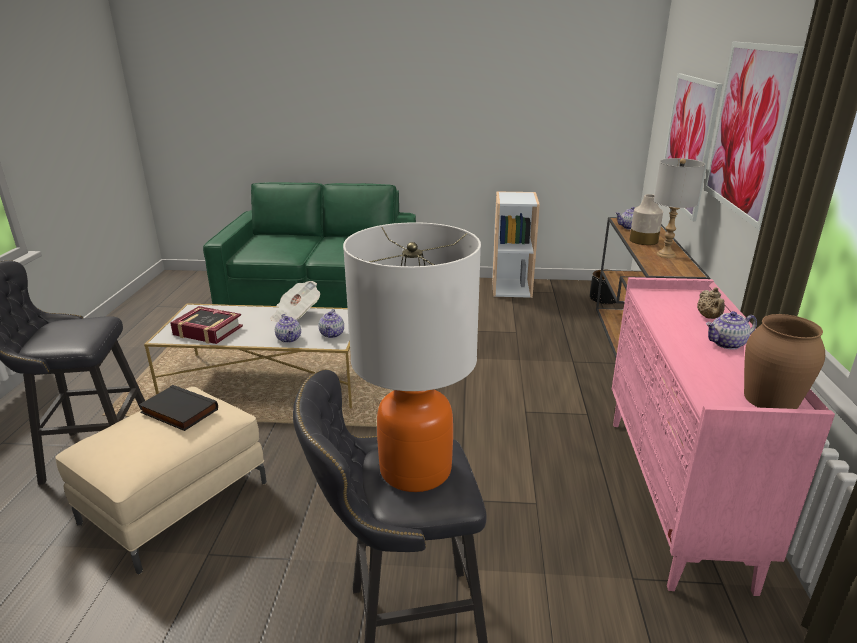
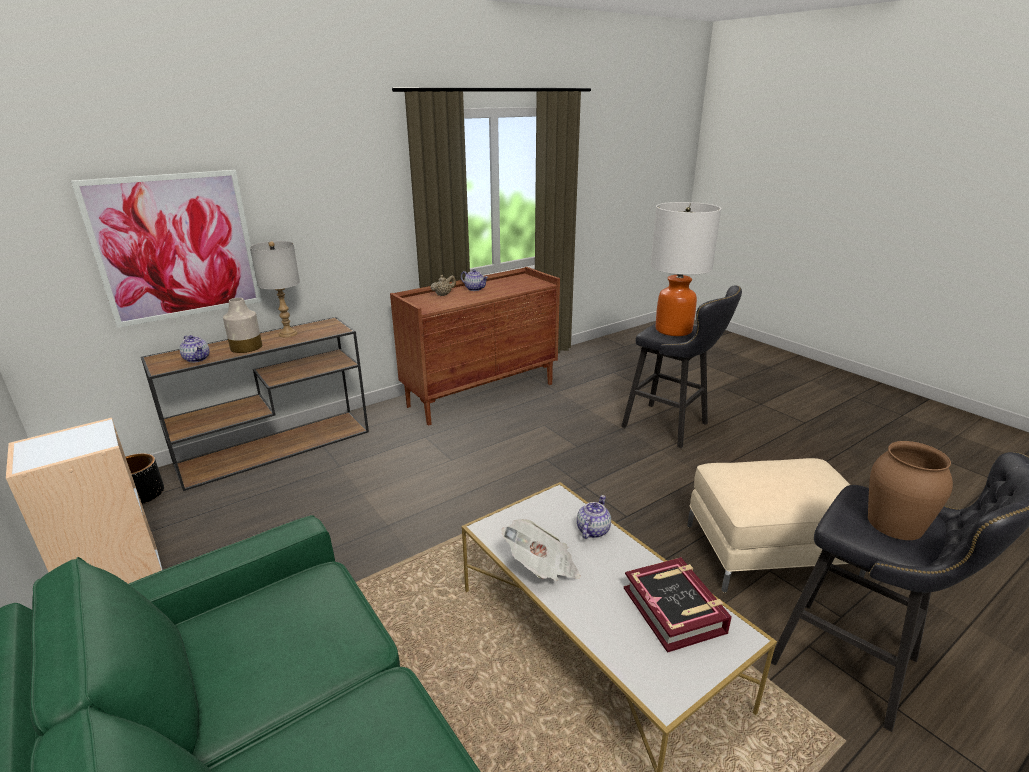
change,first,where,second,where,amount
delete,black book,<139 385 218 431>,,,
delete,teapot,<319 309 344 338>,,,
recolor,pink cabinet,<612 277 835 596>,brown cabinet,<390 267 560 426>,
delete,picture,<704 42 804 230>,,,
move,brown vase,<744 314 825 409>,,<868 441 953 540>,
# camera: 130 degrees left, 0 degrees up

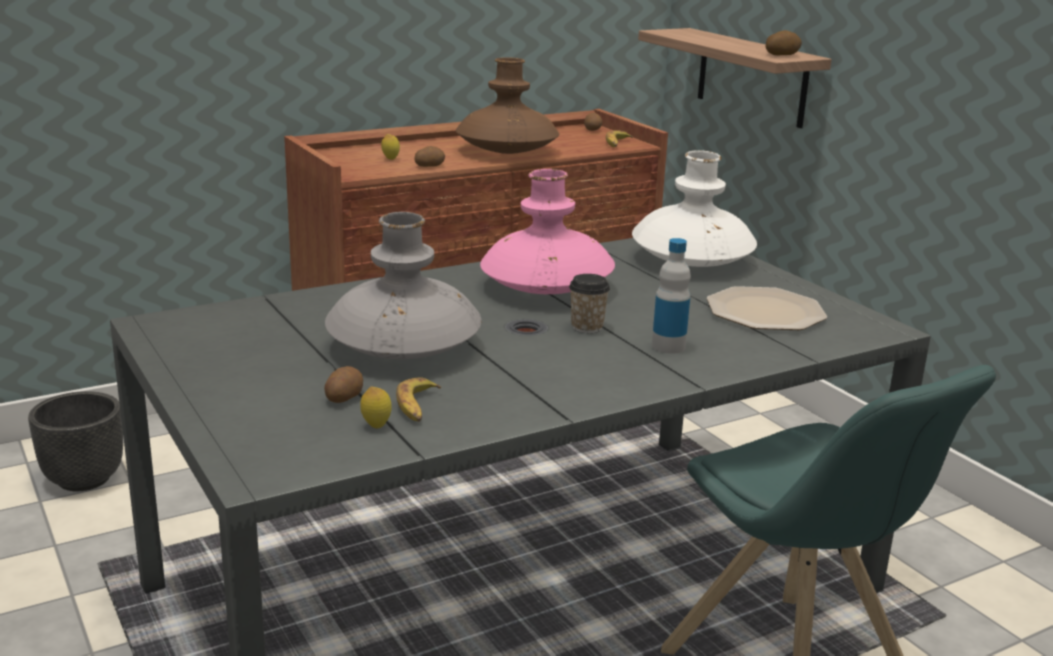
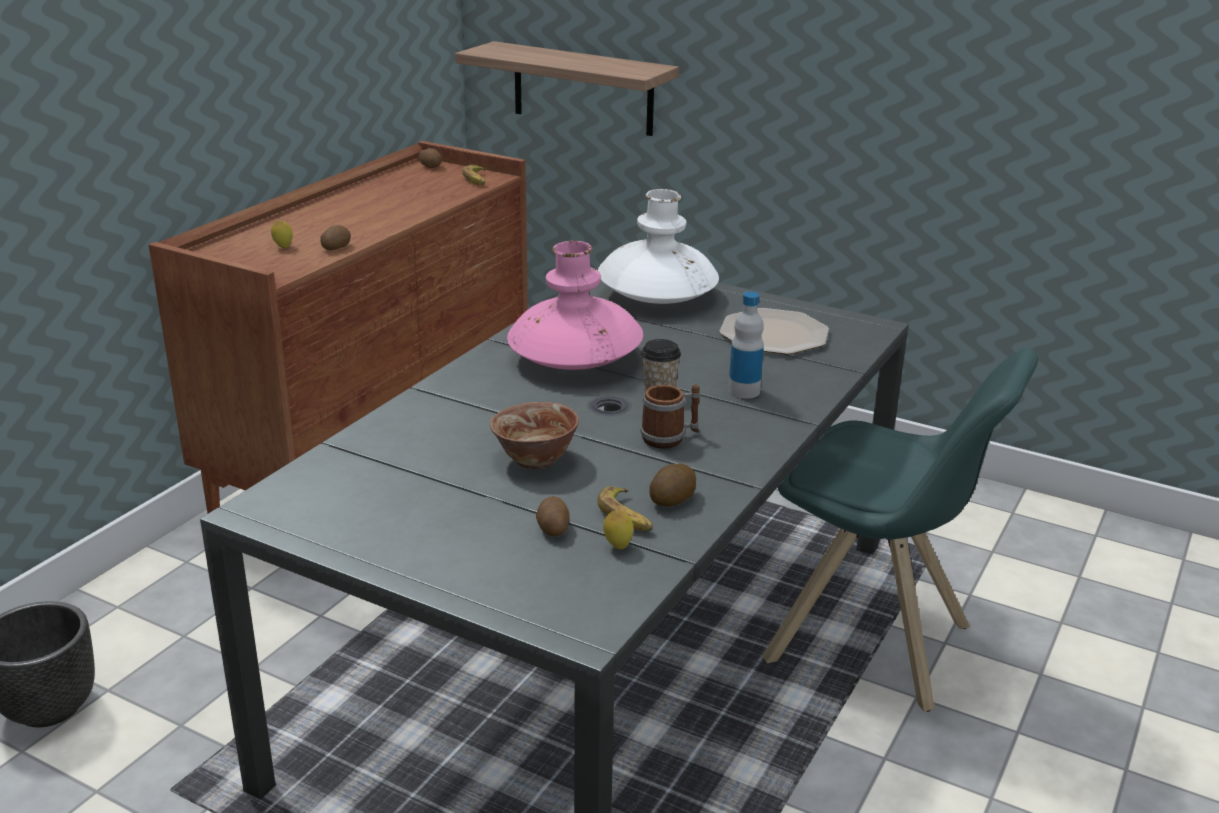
change,first,where,second,where,amount
replace,grey vase,<325 212 482 359>,bowl,<490 402 579 469>,
delete,brown vase,<456 57 559 154>,,,
move,potato,<766 30 802 55>,,<649 464 696 506>,
insert,,,mug,<640 384 700 449>,
# camera: 30 degrees left, 5 degrees up

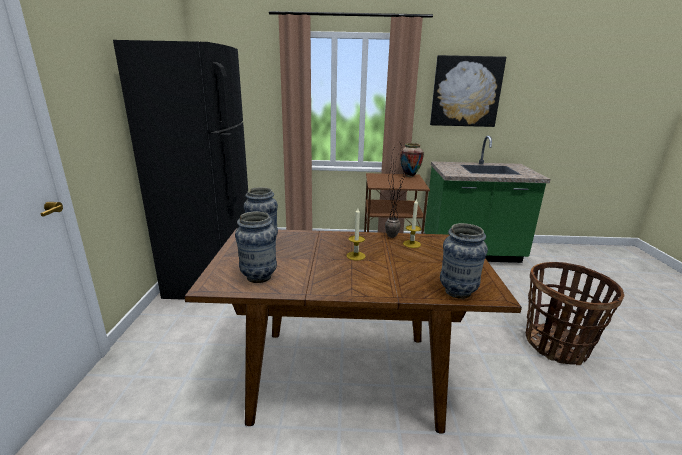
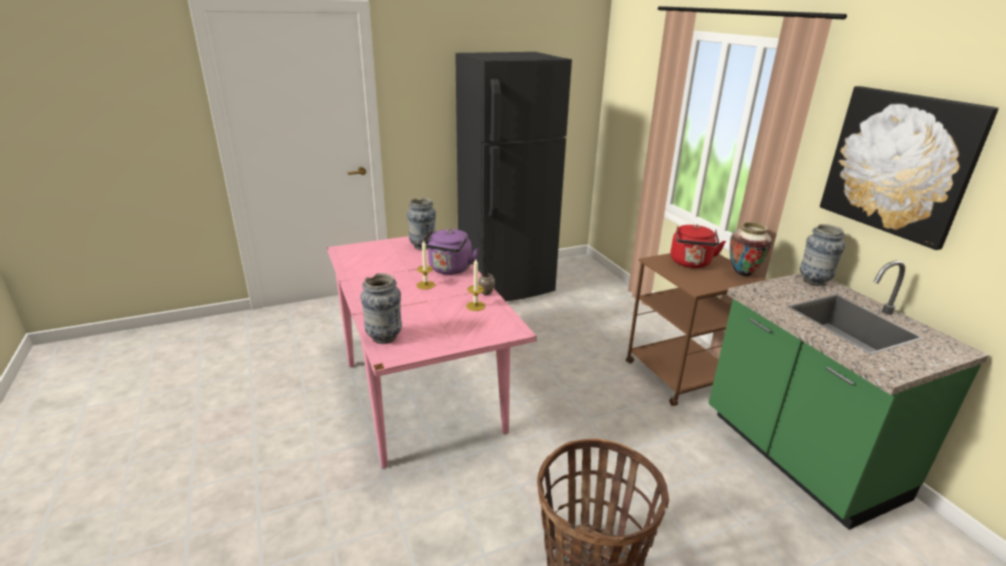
change,first,where,second,where,amount
recolor,brown dining table,<184 228 522 434>,pink dining table,<327 236 537 469>,
move,vase,<235 211 277 283>,,<800 224 845 286>,
insert,,,purple kettle,<421 229 479 275>,
insert,,,red kettle,<671 225 726 268>,
# camera: 65 degrees right, 5 degrees up

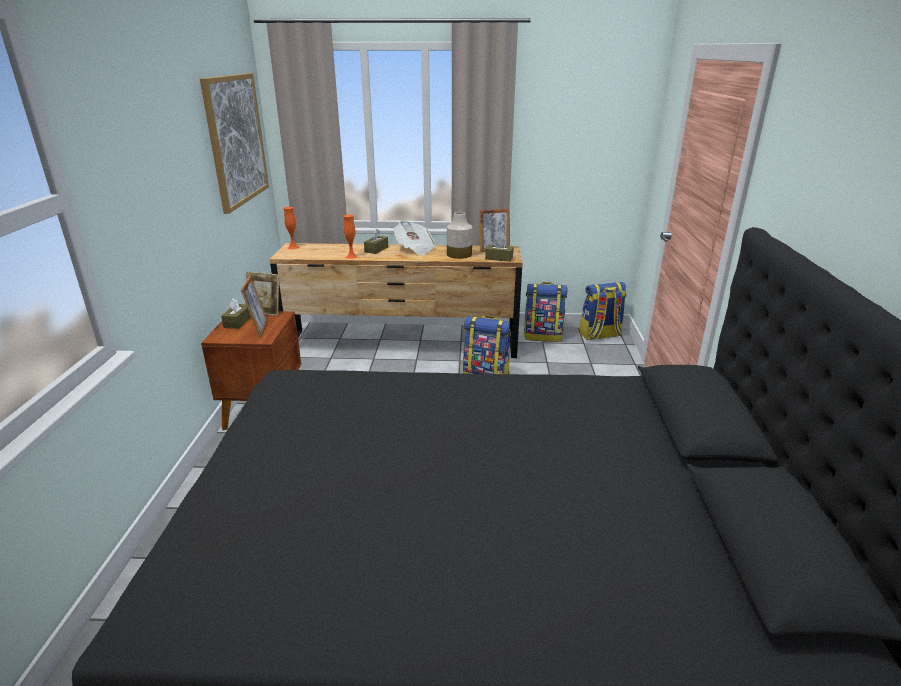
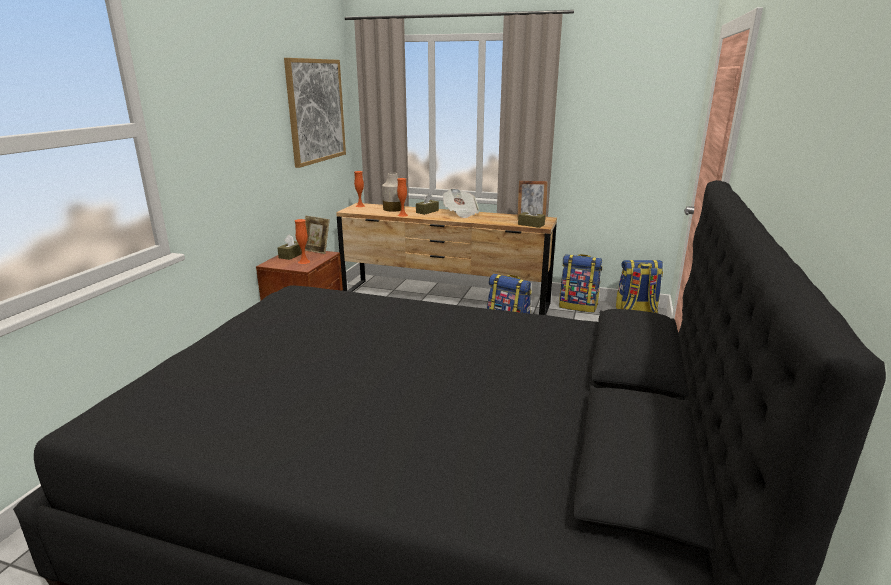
change,first,where,second,where,amount
replace,picture frame,<241 276 268 338>,orange vase,<295 219 310 264>,
move,beige vase,<447 212 472 259>,,<382 173 405 212>,
# camera: 15 degrees right, 5 degrees down

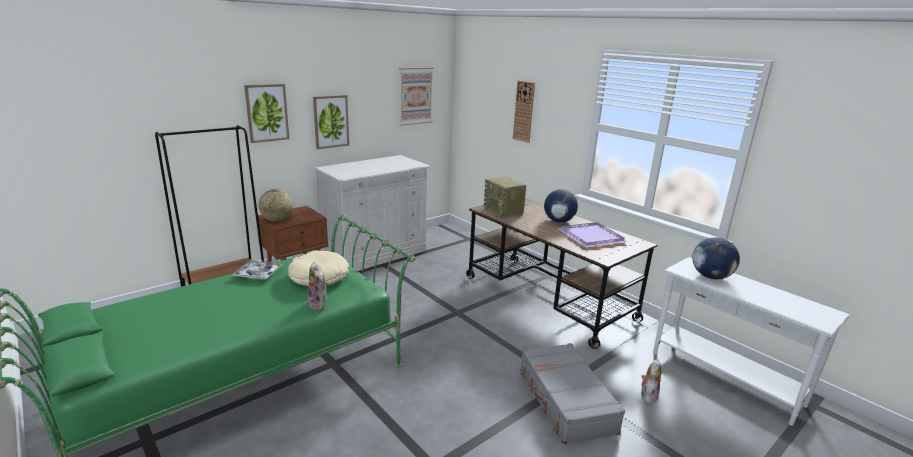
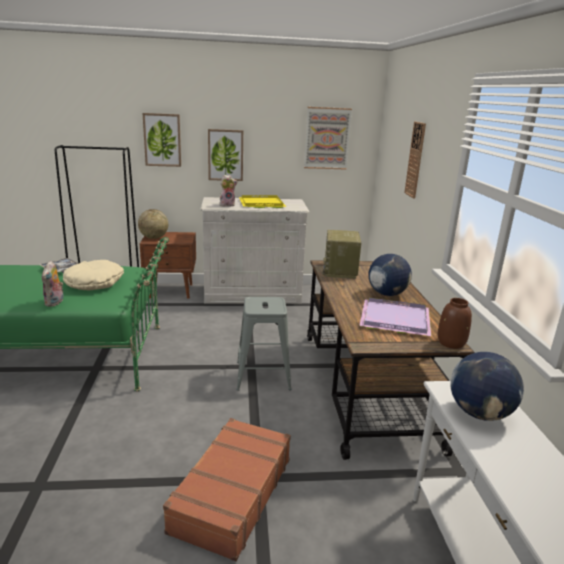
change,first,where,second,where,amount
recolor,grey suitcase,<520 343 625 444>,brown suitcase,<163 418 291 561>,
move,plush toy,<641 359 661 403>,,<220 175 237 207>,
insert,,,grey stool,<236 297 291 391>,
insert,,,yellow tray,<239 195 286 208>,
insert,,,brown vase,<438 298 472 349>,
# camera: 35 degrees right, 0 degrees up

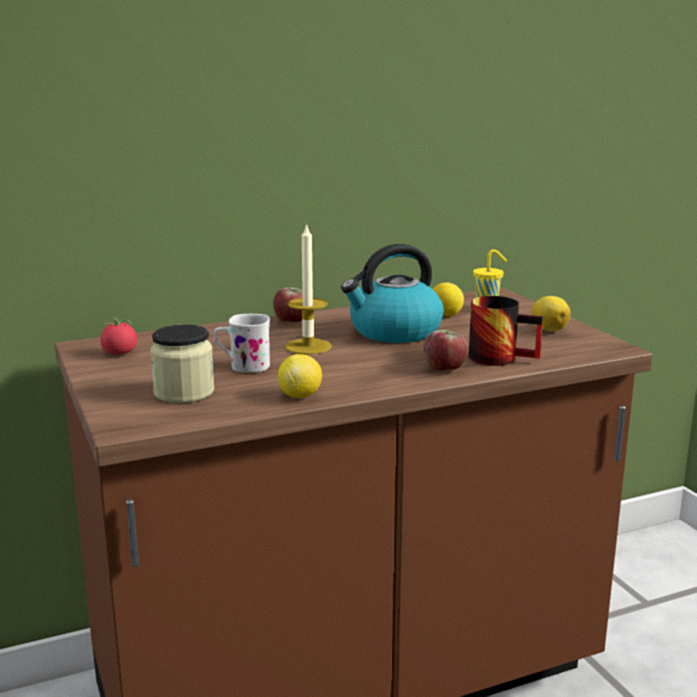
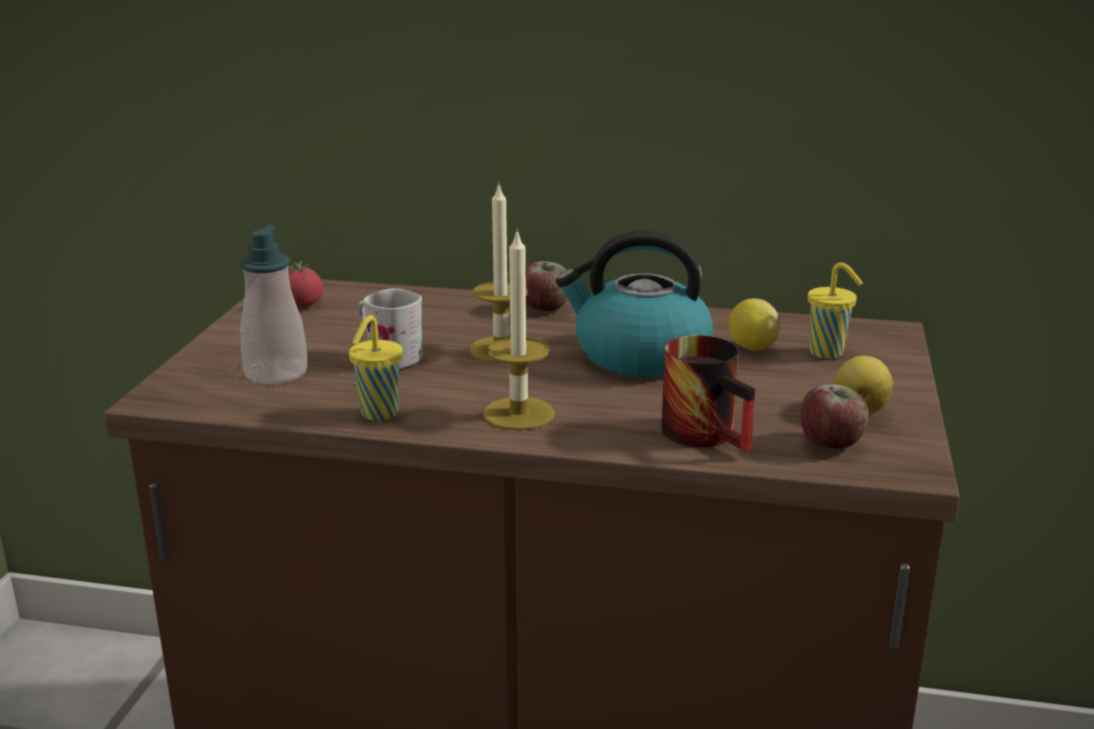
change,first,where,second,where,amount
replace,jar,<150 324 214 403>,soap dispenser,<240 225 308 385>,
replace,lemon,<278 354 322 398>,yellow cup,<349 315 403 421>,
move,apple,<424 330 468 371>,,<800 384 869 449>,
insert,,,candle,<483 228 555 430>,
# camera: 35 degrees right, 5 degrees up

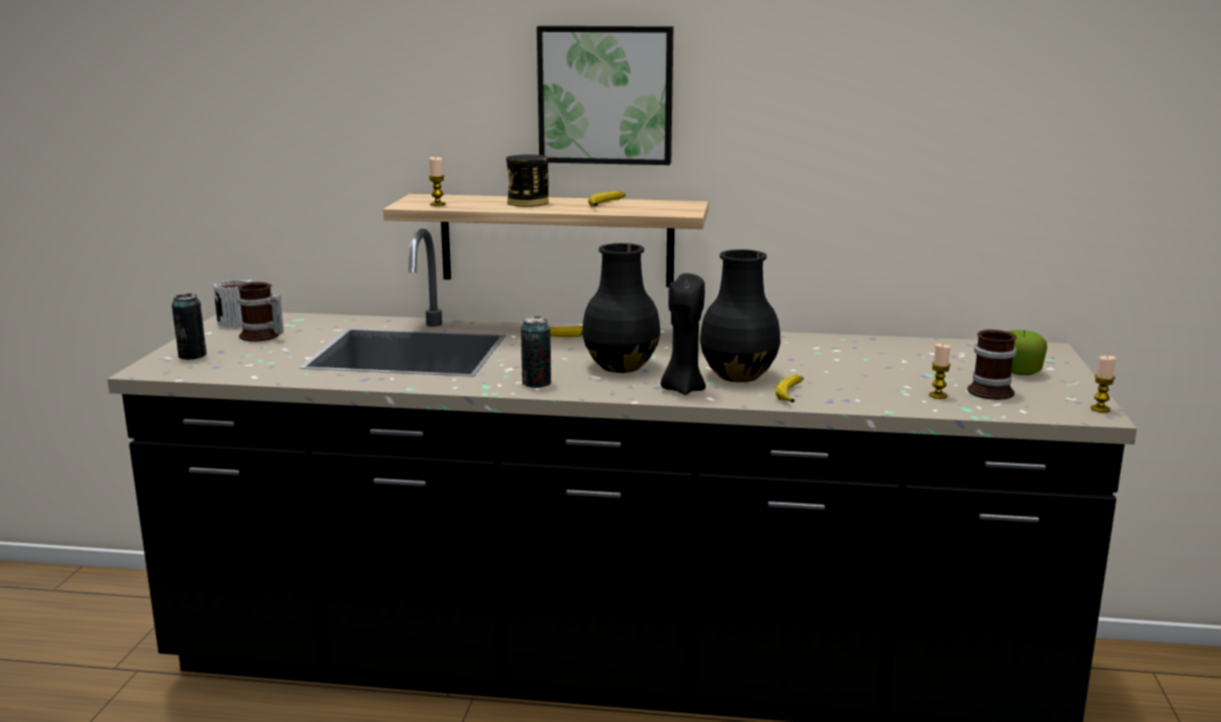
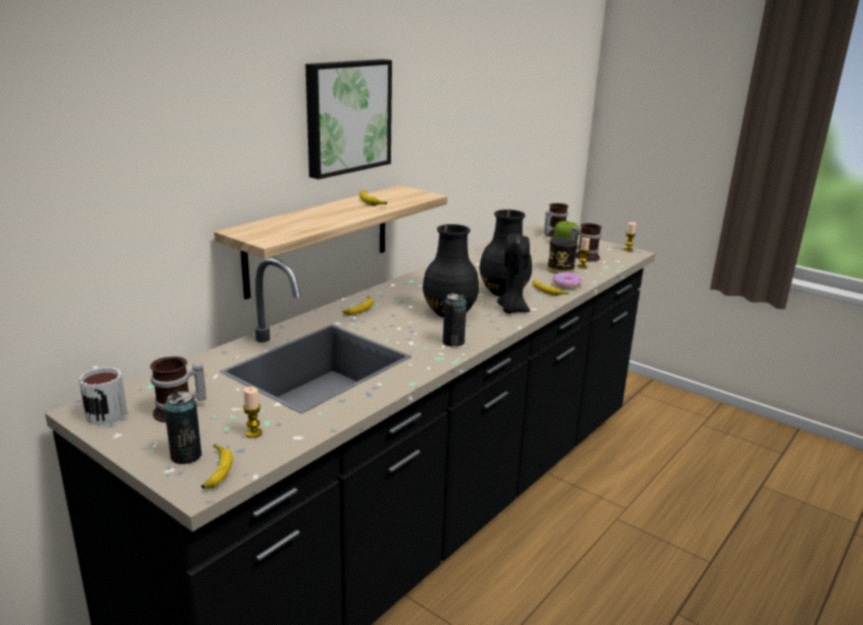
change,first,where,second,where,amount
move,candle,<428 157 446 206>,,<243 387 262 438>,
move,can,<506 154 548 207>,,<547 237 578 274>,
insert,,,banana,<201 444 233 489>,
insert,,,mug,<544 203 569 237>,
insert,,,donut,<552 272 582 289>,
# camera: 60 degrees left, 5 degrees up

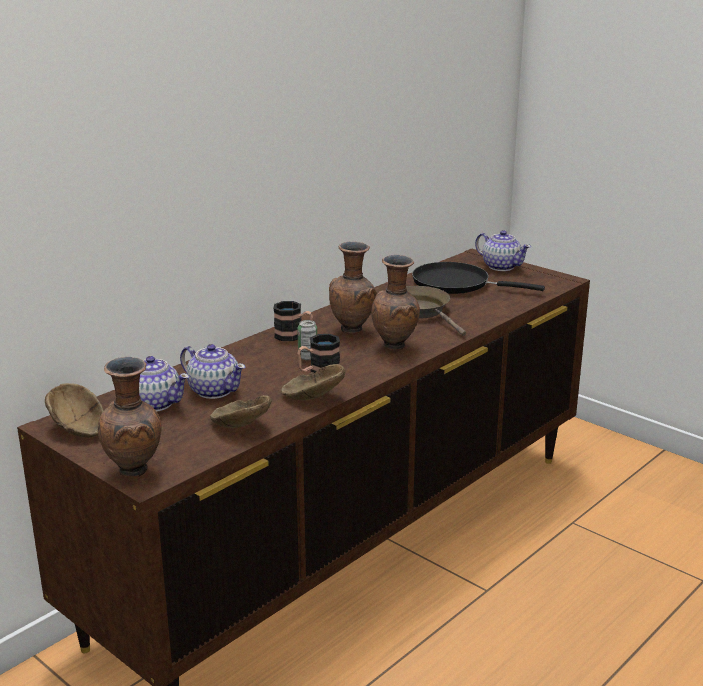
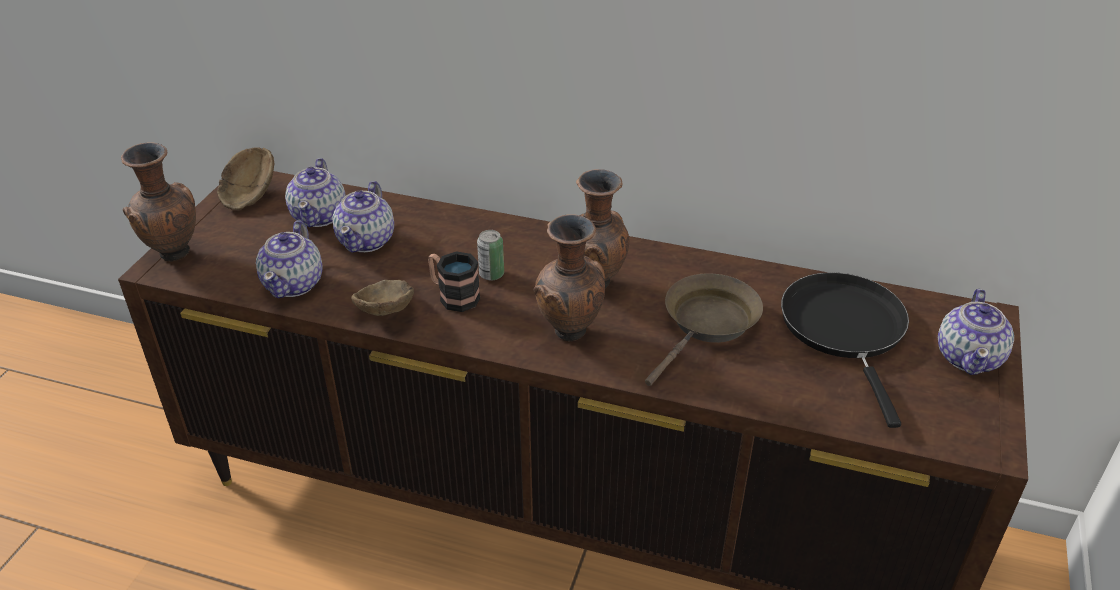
change,first,where,second,where,amount
replace,brown bowl,<210 395 271 428>,teapot,<256 220 323 298>,
delete,mug,<274 301 313 341>,,,
# camera: 65 degrees right, 15 degrees up

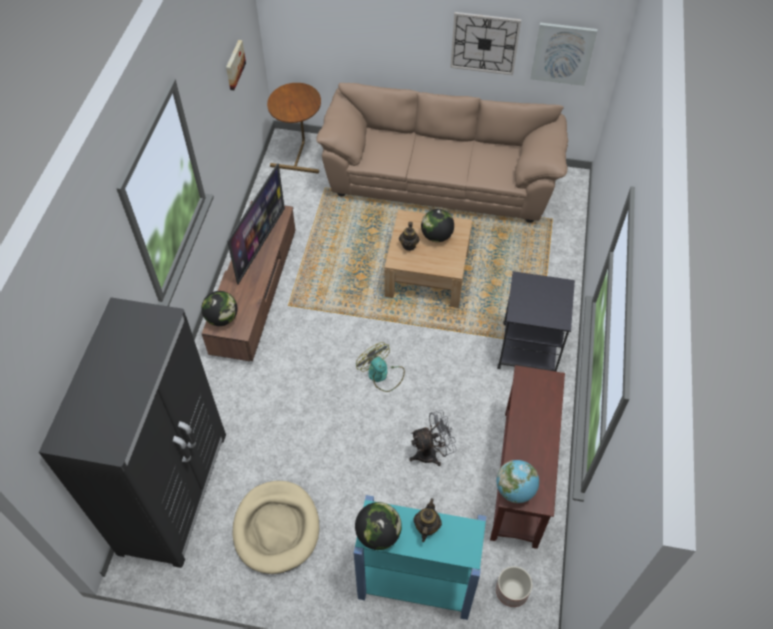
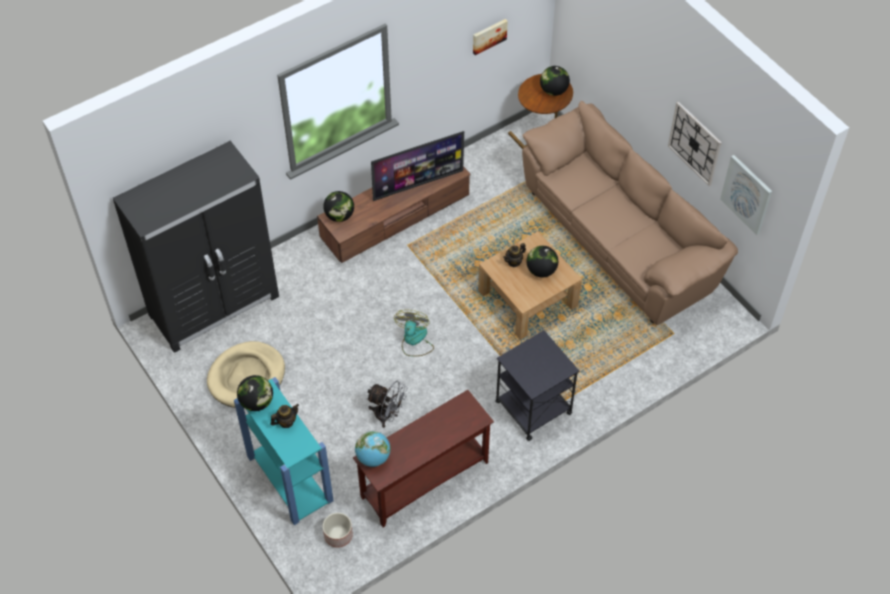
change,first,where,second,where,amount
insert,,,globe,<540 66 570 96>,
# camera: 45 degrees right, 0 degrees up

